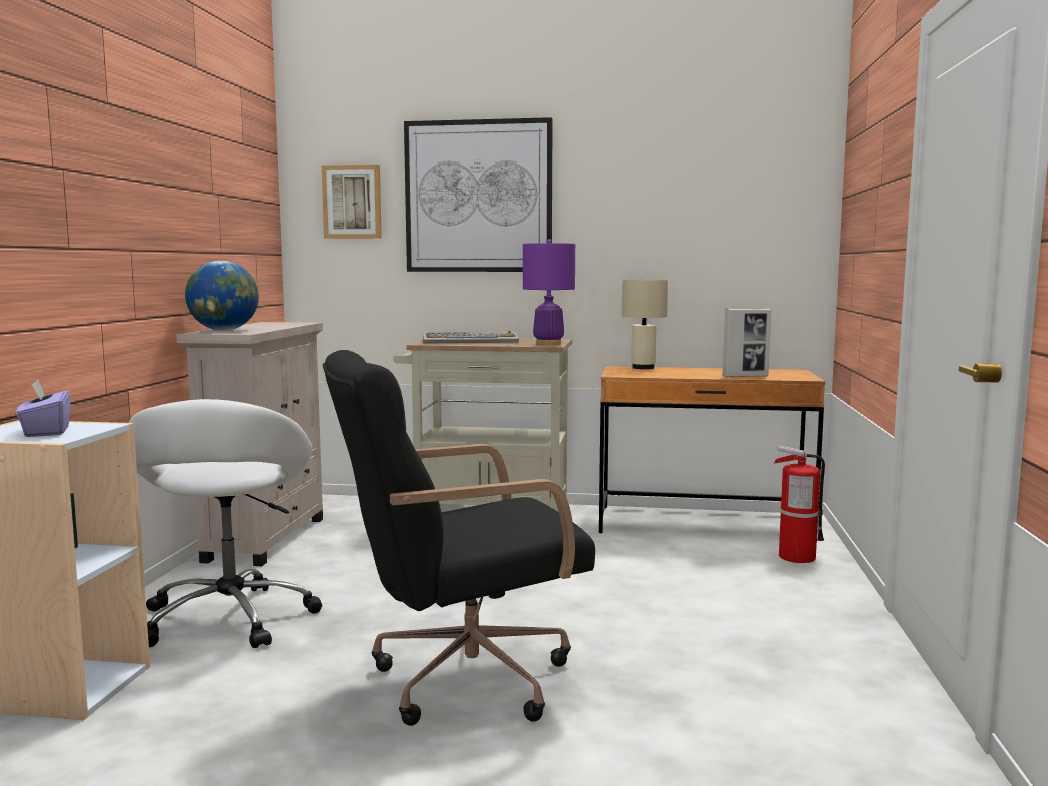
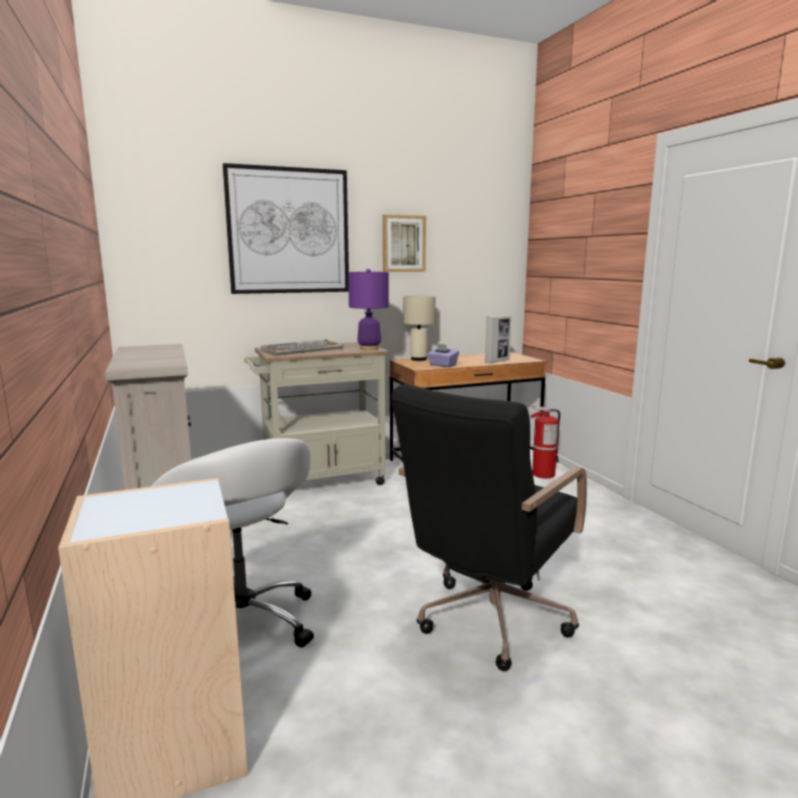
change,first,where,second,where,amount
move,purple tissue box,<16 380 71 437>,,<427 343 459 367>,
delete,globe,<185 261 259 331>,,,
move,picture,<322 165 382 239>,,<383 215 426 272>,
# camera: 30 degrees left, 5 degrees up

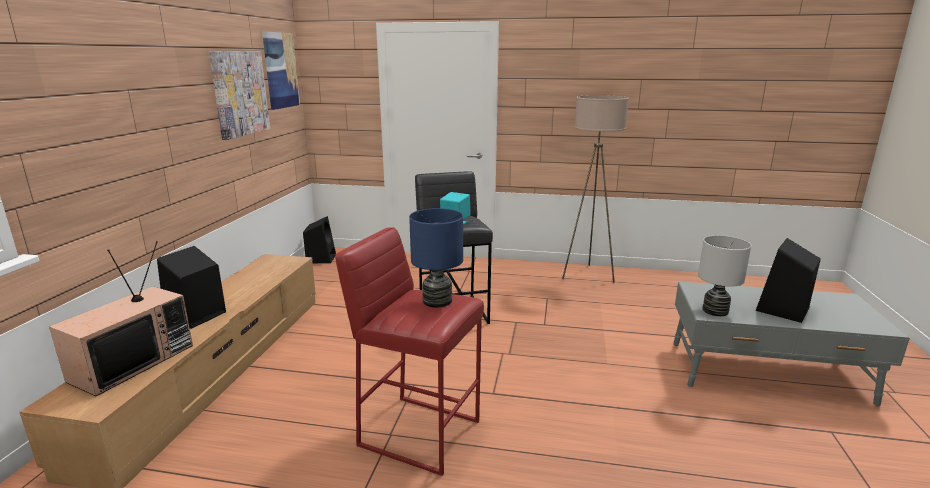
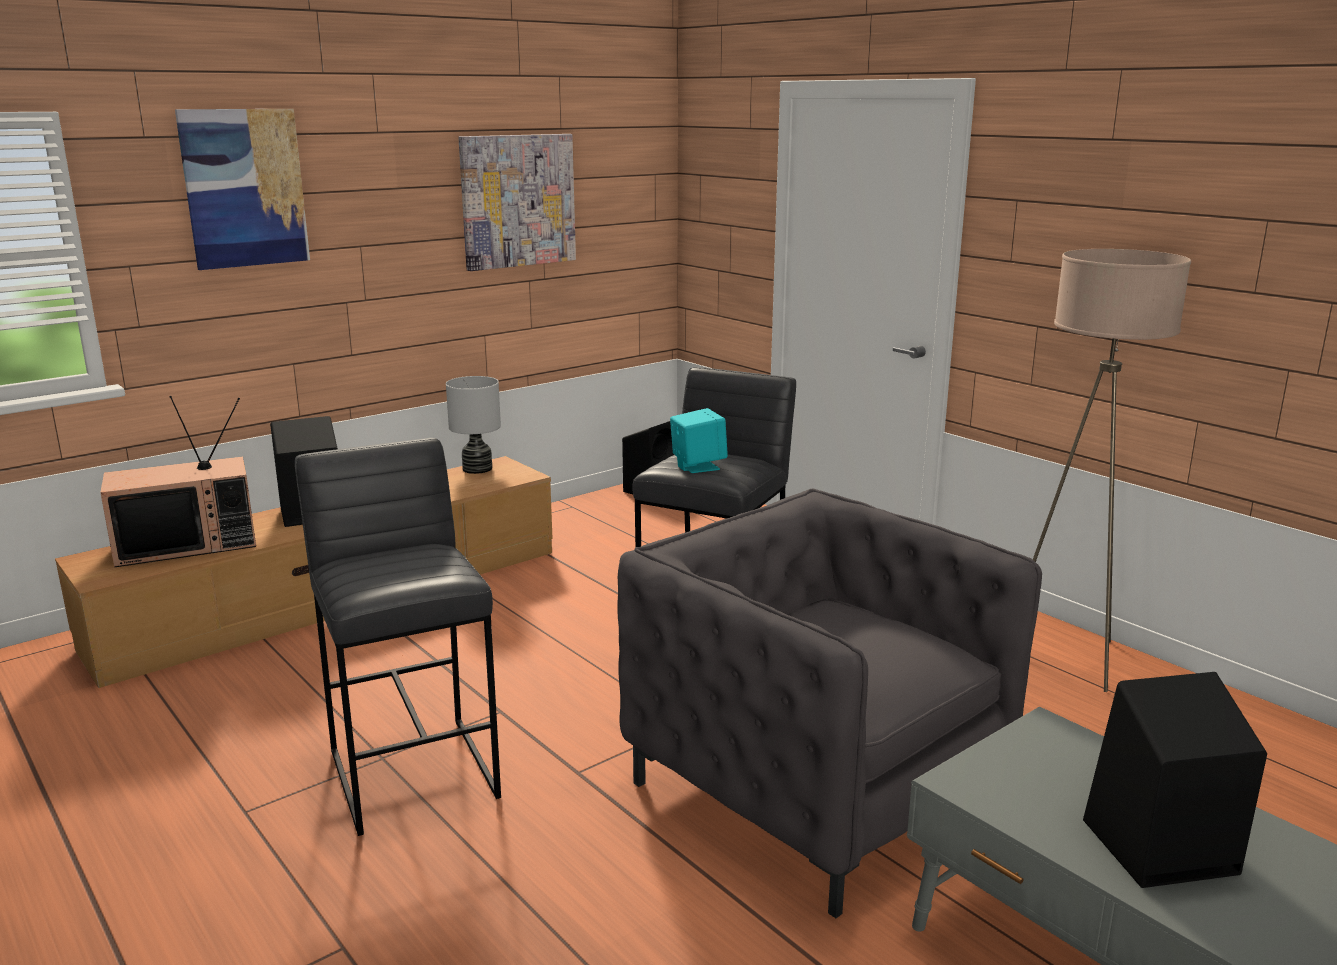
change,first,where,second,where,amount
move,picture,<262 31 300 110>,,<175 109 310 270>,
recolor,red stool,<335 228 484 476>,grey stool,<295 438 501 836>,
delete,blue table lamp,<409 208 463 308>,,,
move,grey table lamp,<698 235 751 316>,,<446 376 501 474>,
insert,,,grey armchair,<617 488 1042 918>,
# camera: 40 degrees right, 0 degrees up

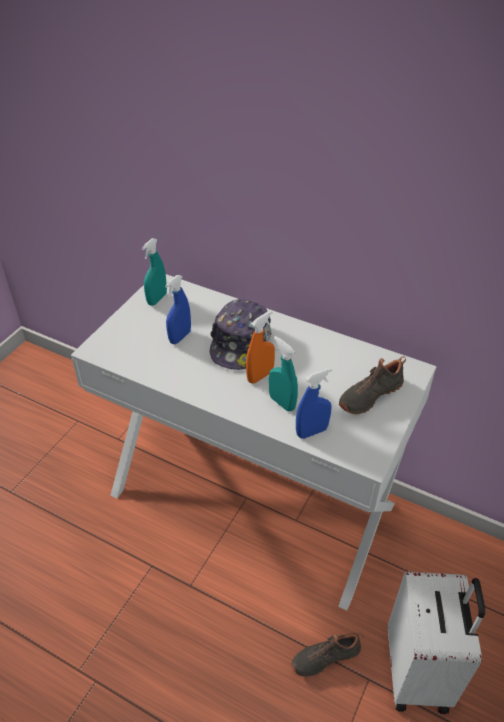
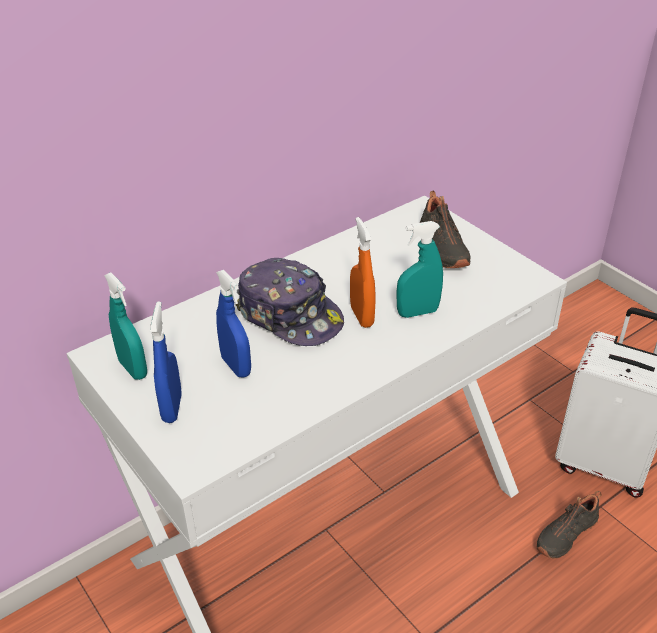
change,first,where,second,where,amount
rotate,black shoe,<291 633 363 677>,,<537 491 602 559>,45 degrees clockwise
move,blue spray bottle,<296 368 332 439>,,<150 302 182 423>,
# camera: 65 degrees left, 5 degrees down

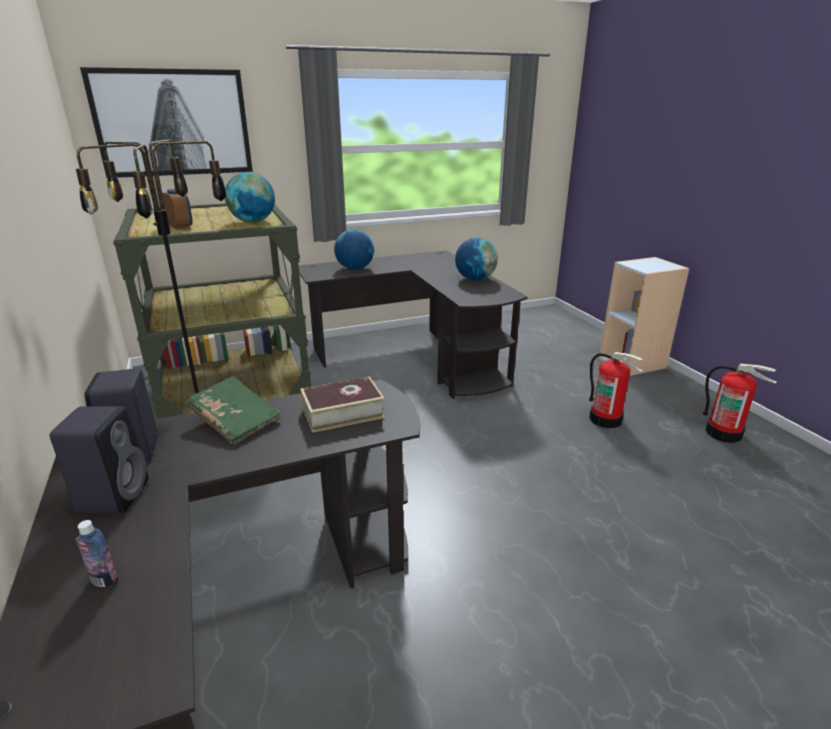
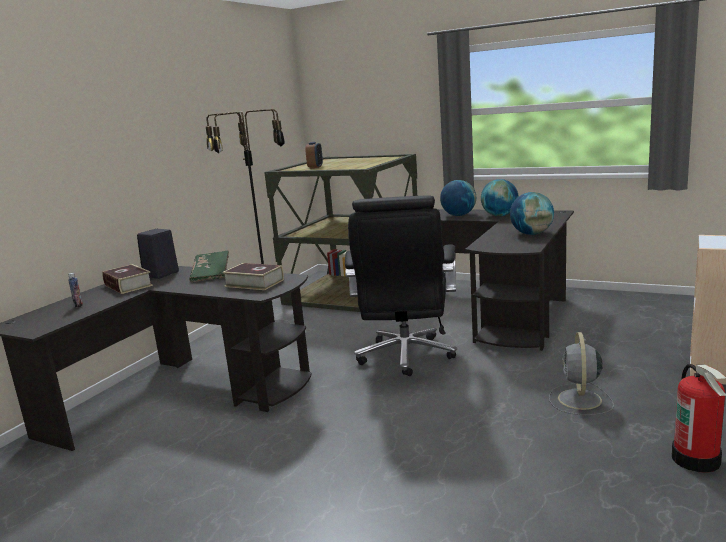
change,first,where,second,where,amount
replace,black speaker,<49 406 149 513>,book,<102 264 153 294>,
delete,picture,<80 67 253 178>,,,
move,globe,<225 172 275 222>,,<481 179 519 216>,
replace,fire extinguisher,<589 352 644 428>,grey fan,<549 332 614 415>,
insert,,,black office chair,<345 196 457 376>,
# camera: 50 degrees right, 10 degrees down

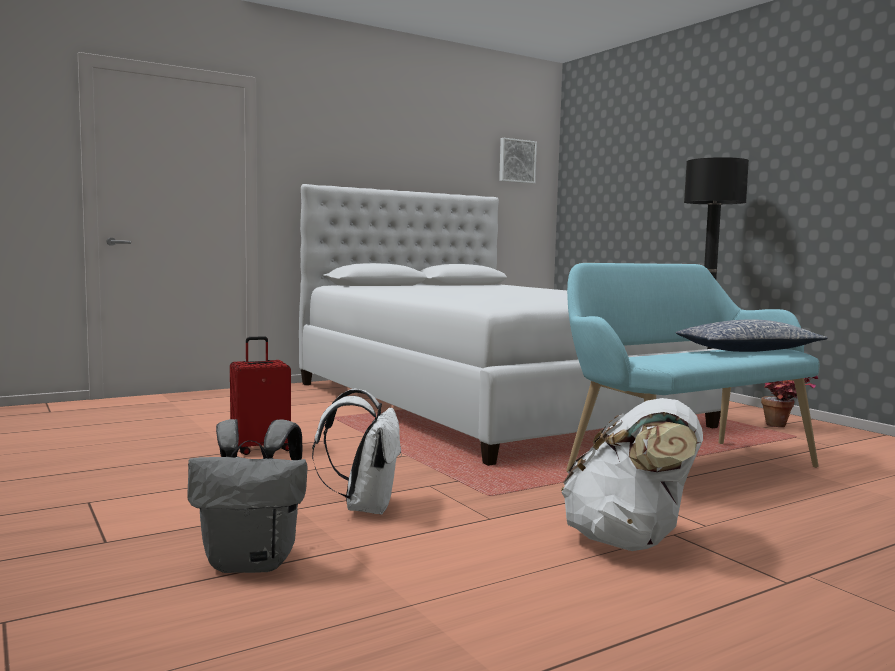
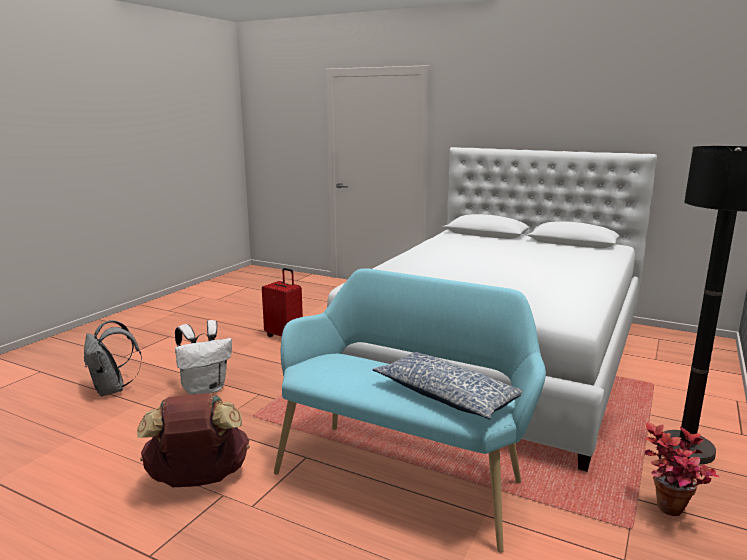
change,first,where,second,where,amount
delete,picture,<499 138 537 184>,,,
recolor,white backpack,<561 398 703 551>,brown backpack,<137 393 249 487>,
# camera: 60 degrees right, 10 degrees up

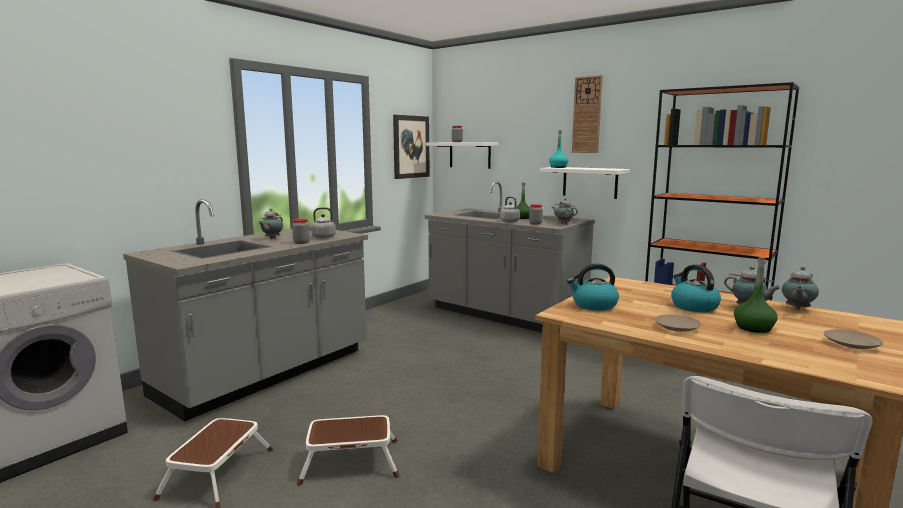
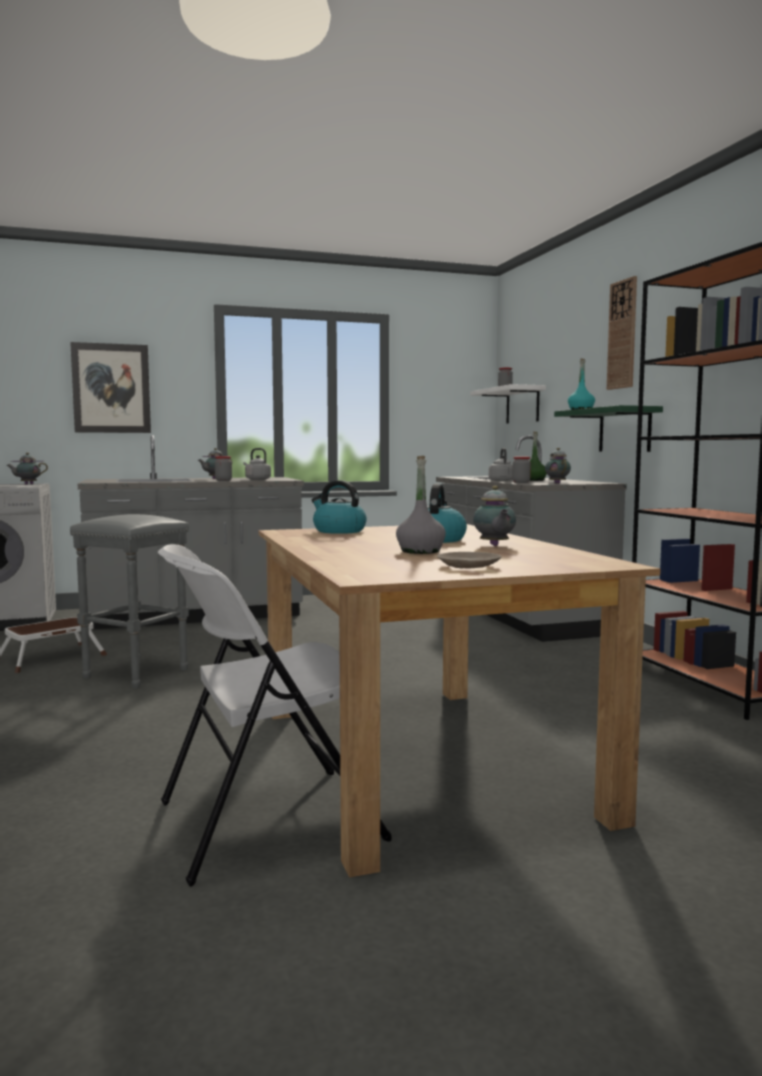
change,first,where,second,where,amount
replace,brown step ladder,<297 415 400 486>,grey stool,<70 514 189 689>,
move,picture,<393 115 430 179>,,<70 342 151 433>,
recolor,white shelf,<540 167 630 199>,green shelf,<554 405 663 452>,
delete,beige plate,<655 315 701 332>,,,
recolor,green bottle,<734 257 778 333>,grey bottle,<396 456 446 554>,
move,teapot,<782 266 819 310>,,<6 453 48 485>,
# camera: 35 degrees right, 5 degrees down

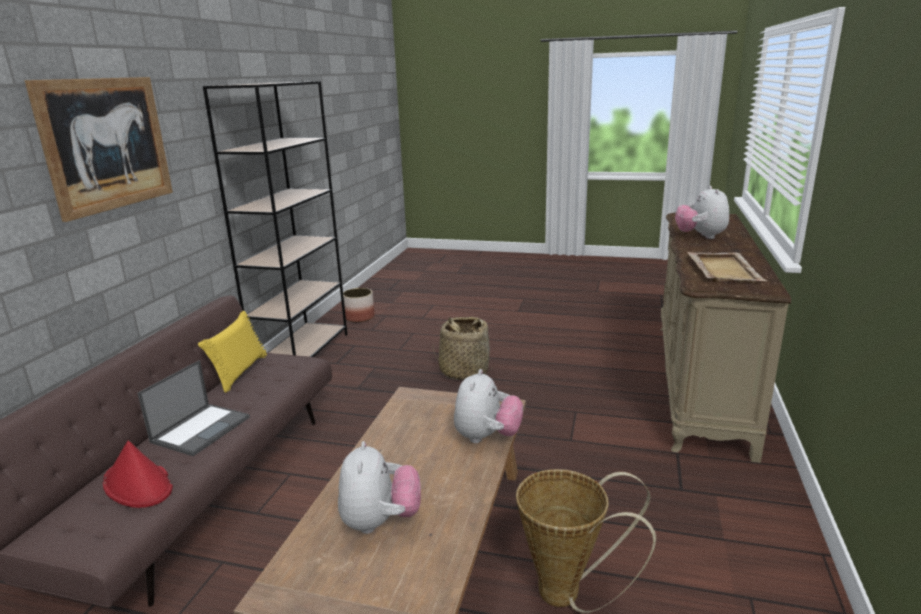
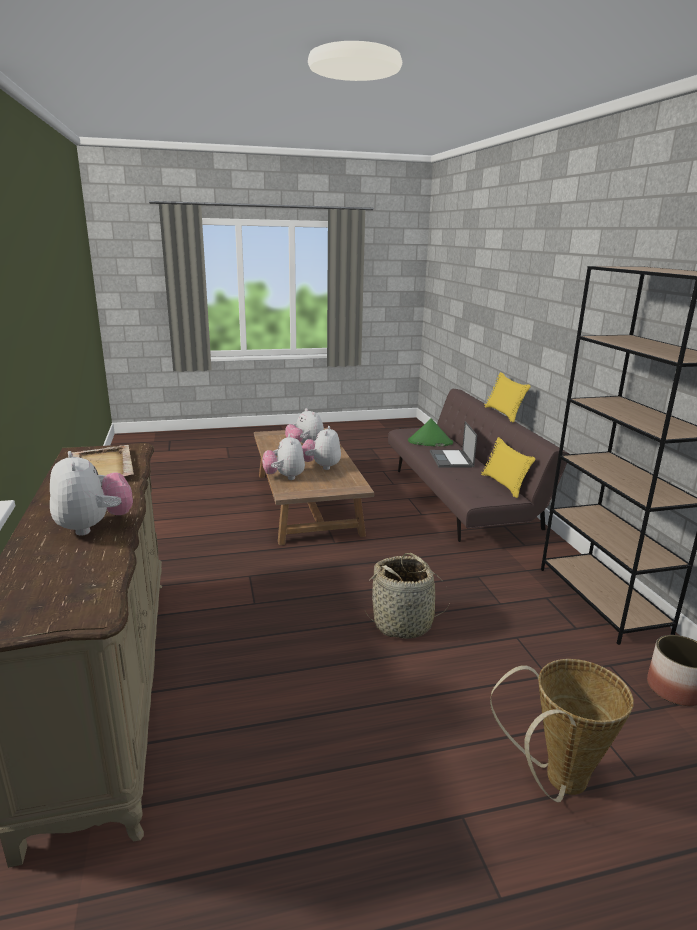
change,first,where,second,where,amount
delete,picture,<24 77 173 222>,,,
recolor,red hat,<103 441 173 508>,green hat,<408 418 453 446>,
move,basket,<516 469 656 613>,,<490 659 634 802>,
insert,,,plush toy,<302 426 341 470>,
insert,,,yellow pillow,<484 372 531 422>,
# camera: 150 degrees right, 0 degrees up

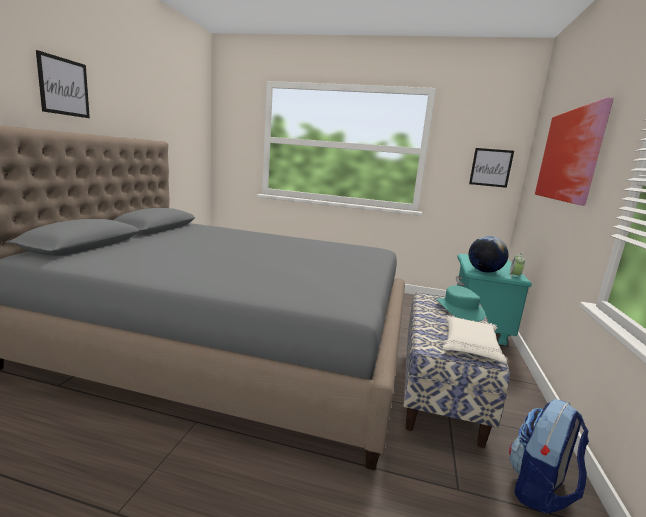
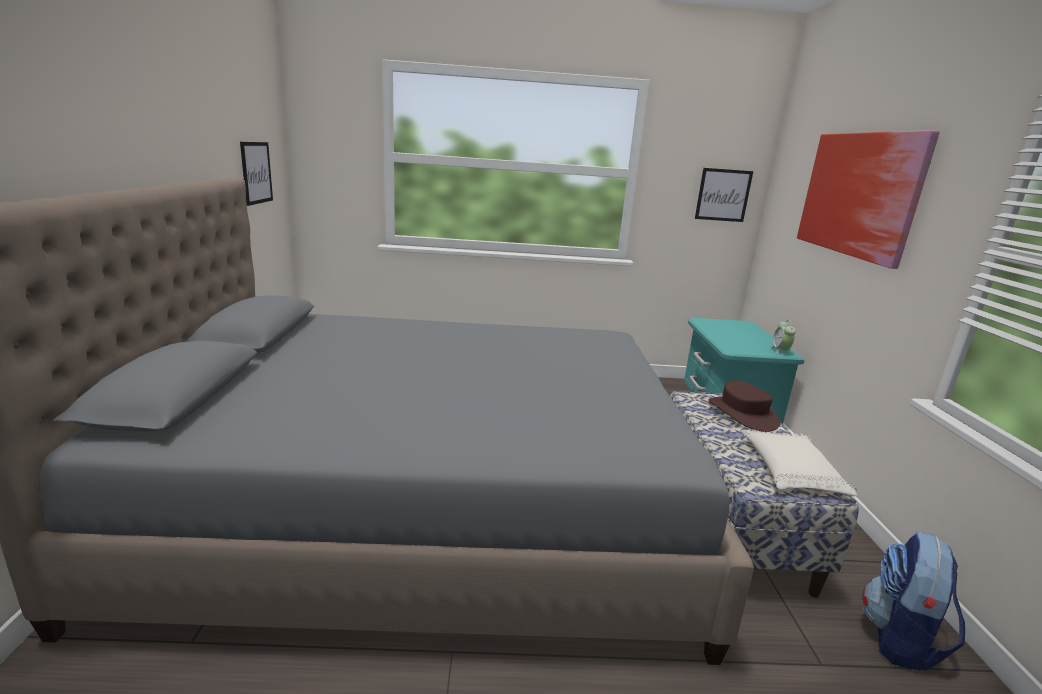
change,first,where,second,where,amount
move,picture,<36 50 90 118>,,<240 142 273 206>,
recolor,turquoise hat,<437 286 486 322>,brown hat,<708 380 781 432>,
delete,globe,<468 236 508 273>,,,
# camera: 15 degrees left, 5 degrees up

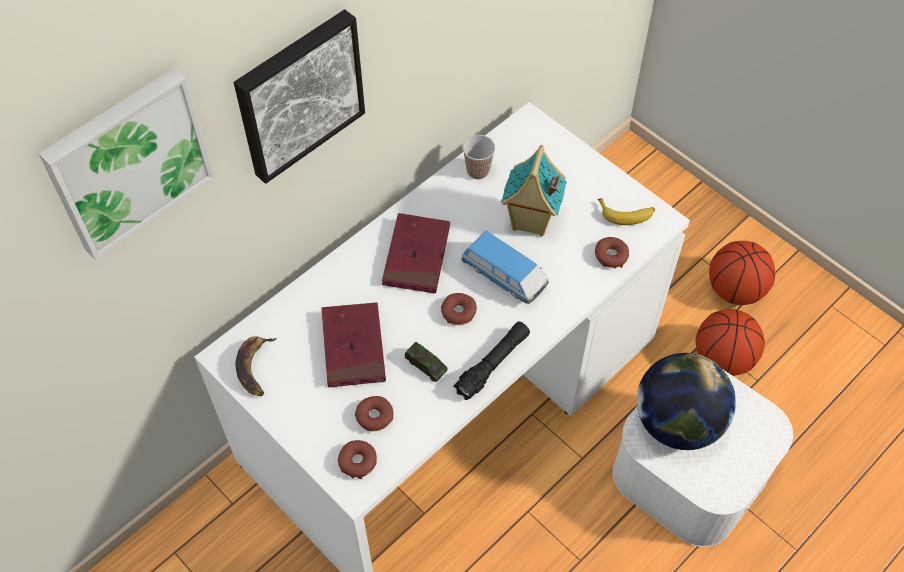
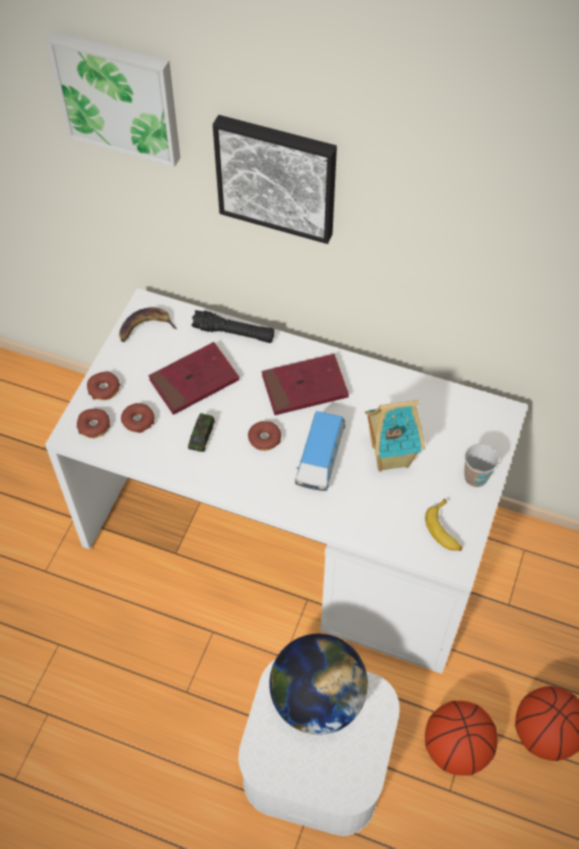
change,first,where,second,where,amount
move,black flashlight,<453 322 530 400>,,<191 310 274 343>,
move,cup,<462 135 495 179>,,<464 444 499 487>,
move,donut,<595 237 629 268>,,<87 372 121 400>,
# camera: 65 degrees right, 0 degrees up

